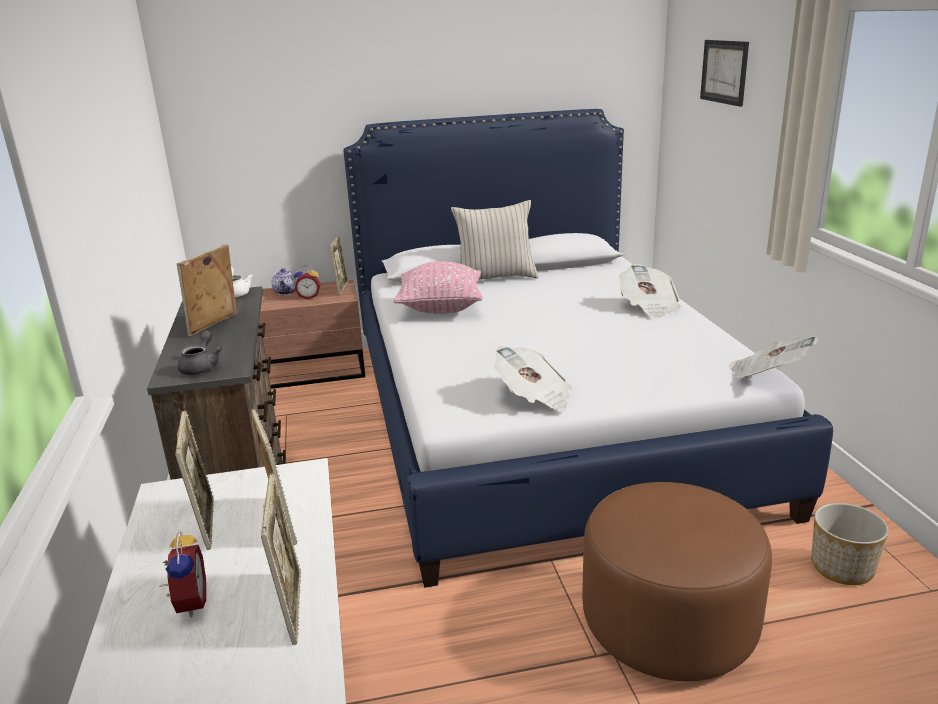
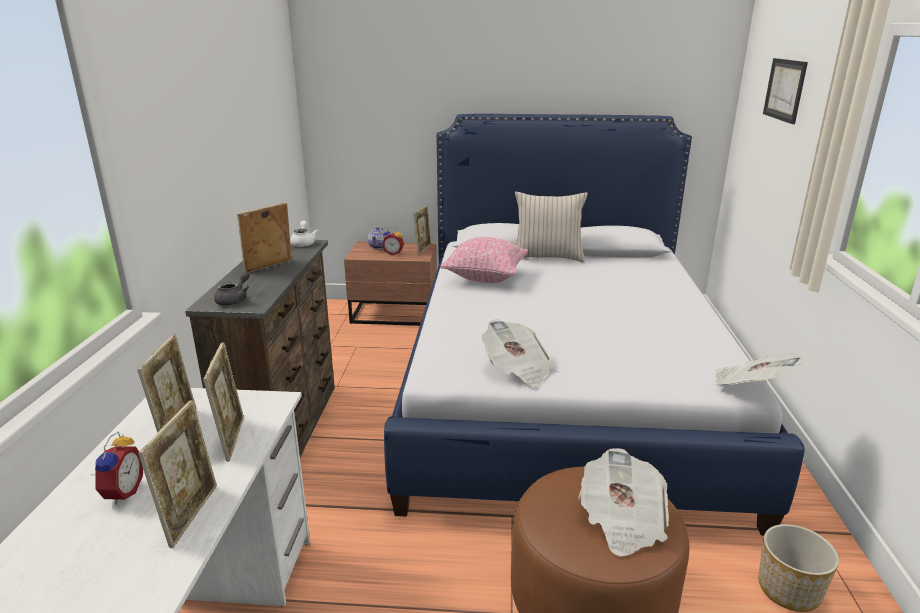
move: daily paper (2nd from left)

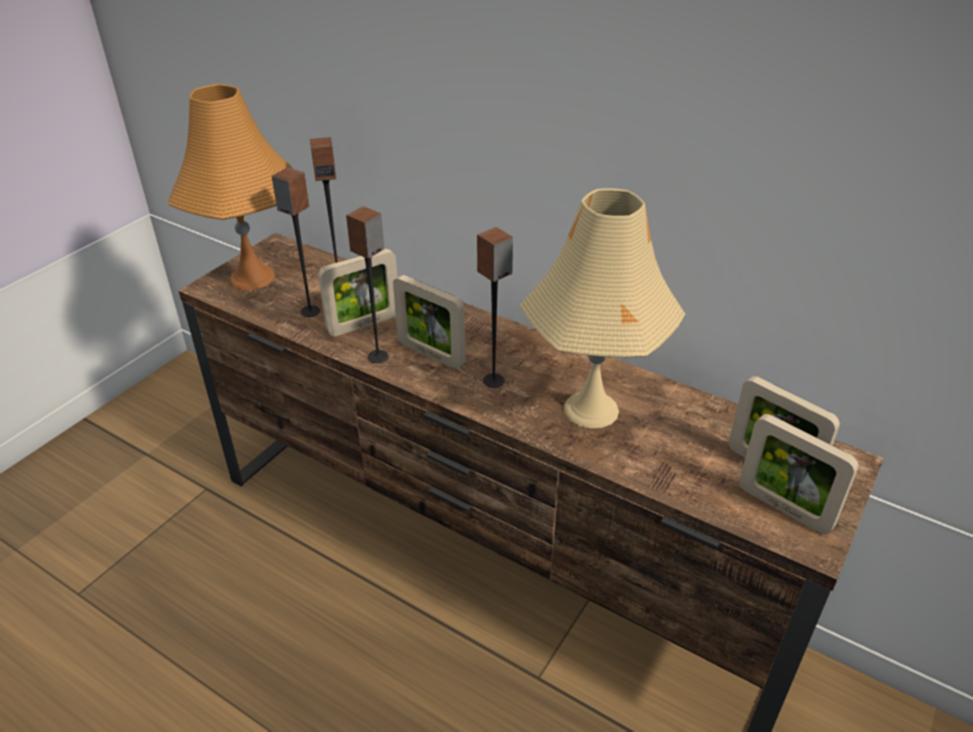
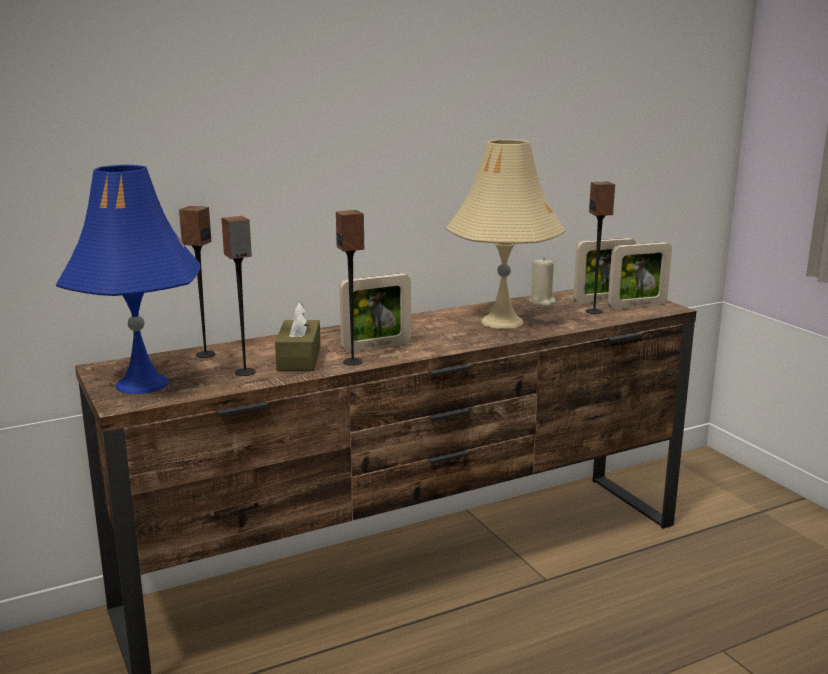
insert: beige candle
move: audio speaker (4th from left)
replace: picture frame (1st from left) to brown tissue holder
recolor: orange-coloured tabletop lamp to bluish tabletop lamp

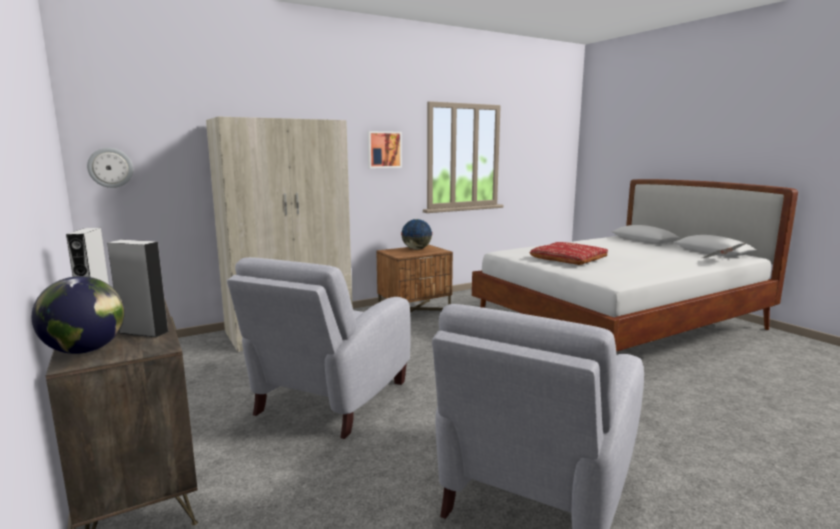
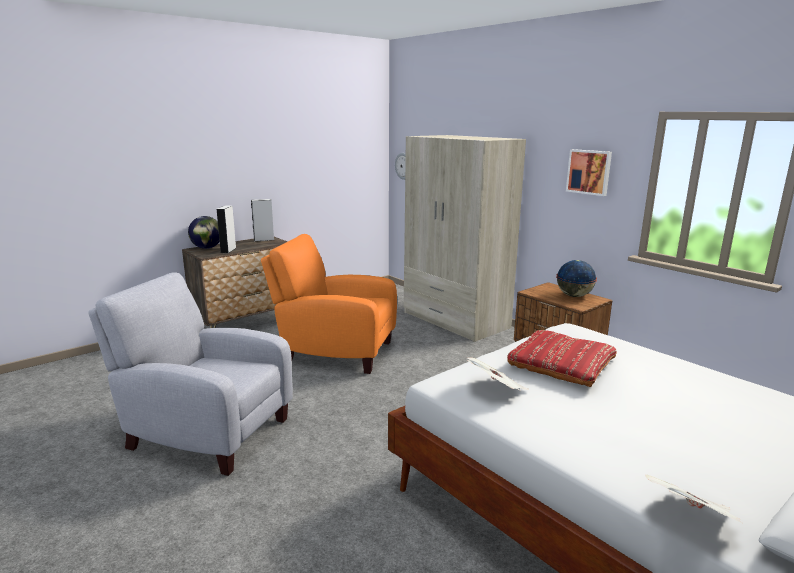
insert: daily paper (1st from left)
recolor: greyish armchair (1st from left) to orange-coloured armchair

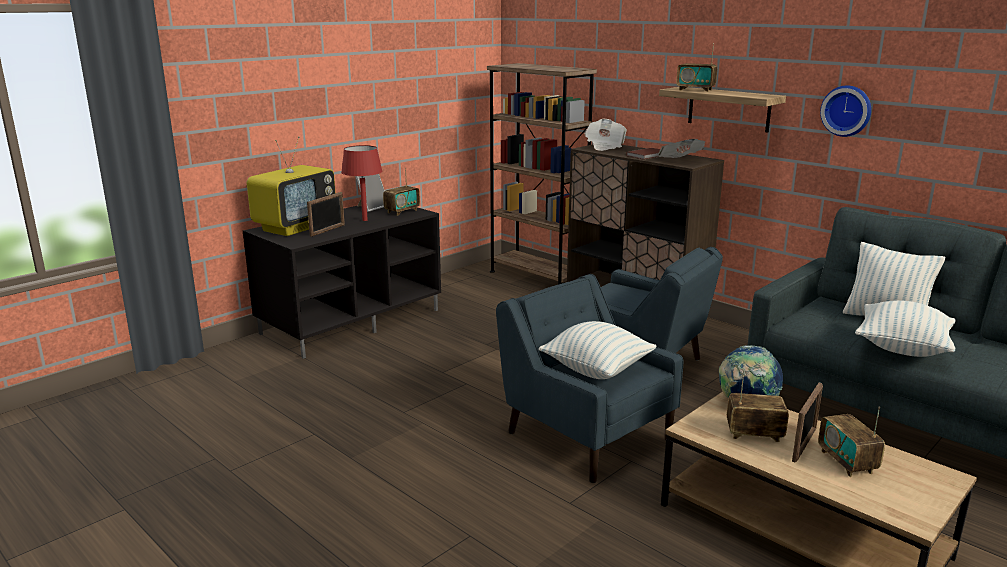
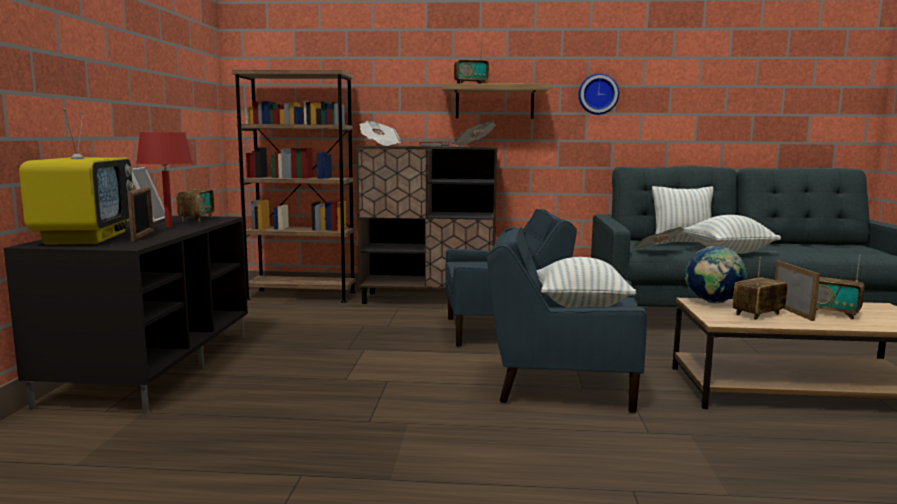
insert: daily paper (3rd from left)

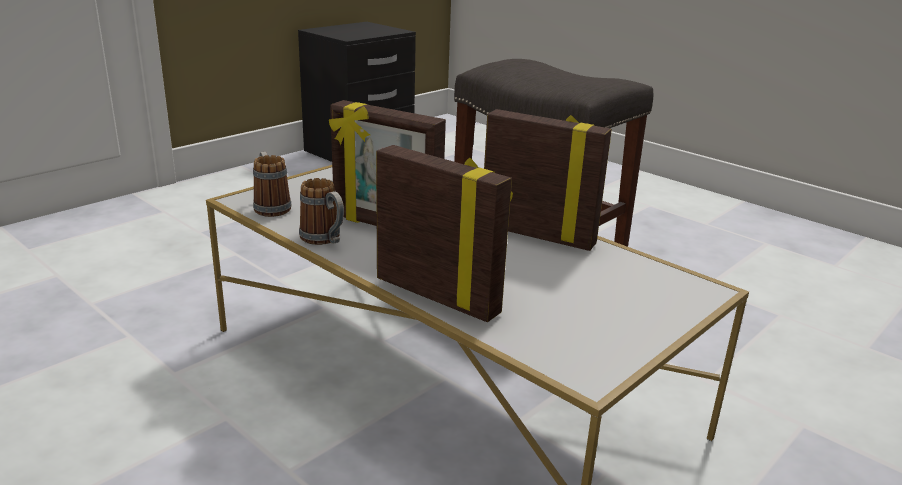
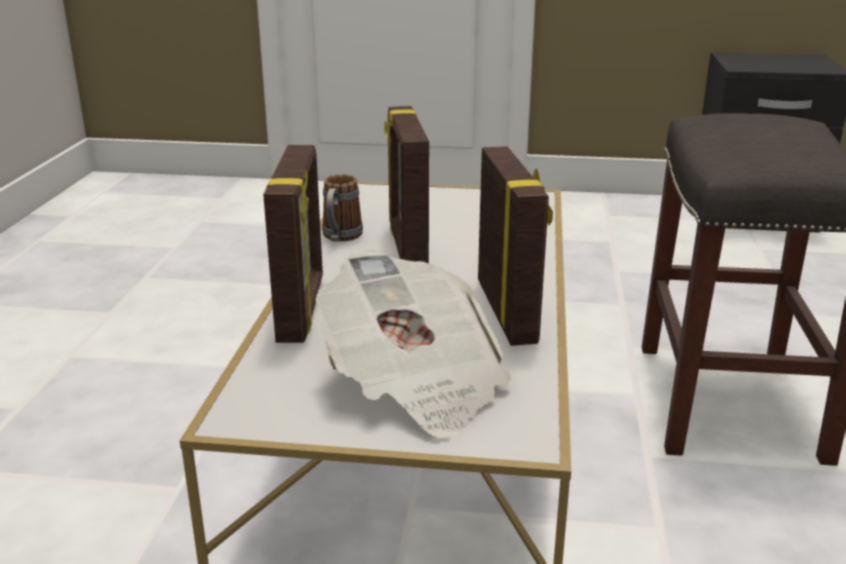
delete: tea mug (1st from left)
insert: daily paper

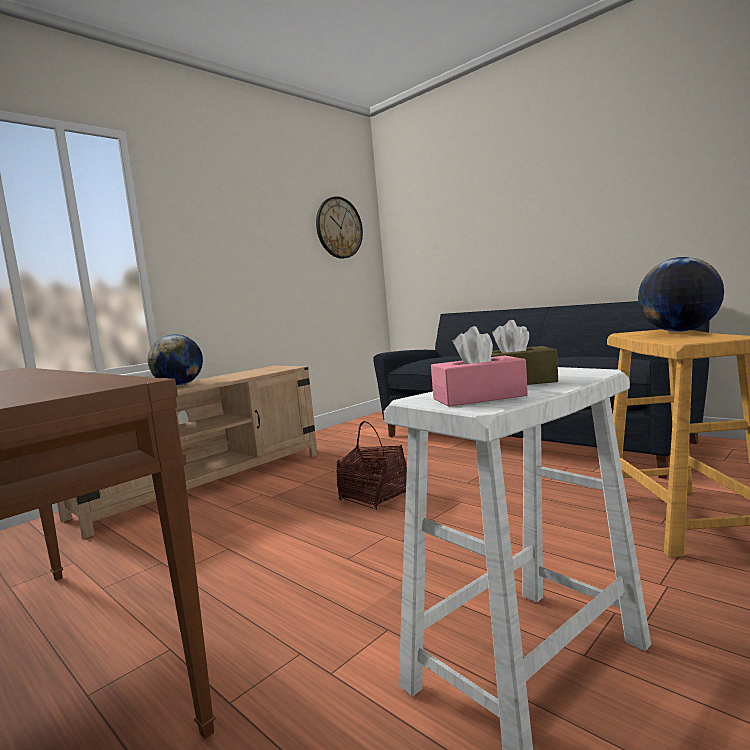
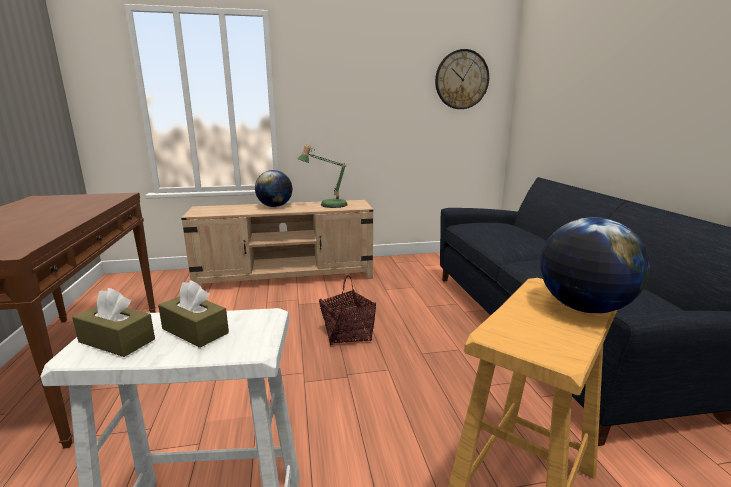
insert: tabletop lamp
recolor: pink tissue holder to brown tissue holder (1st from left)

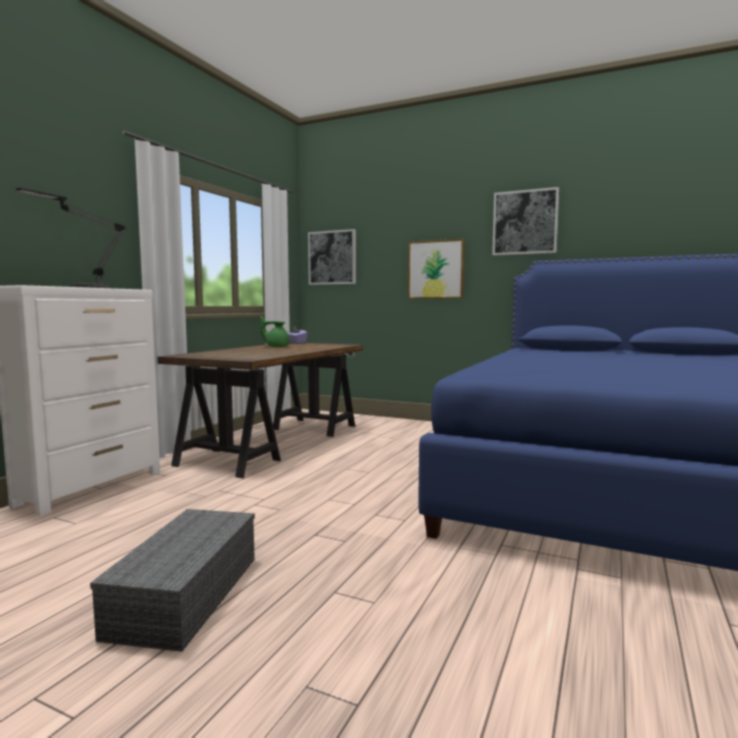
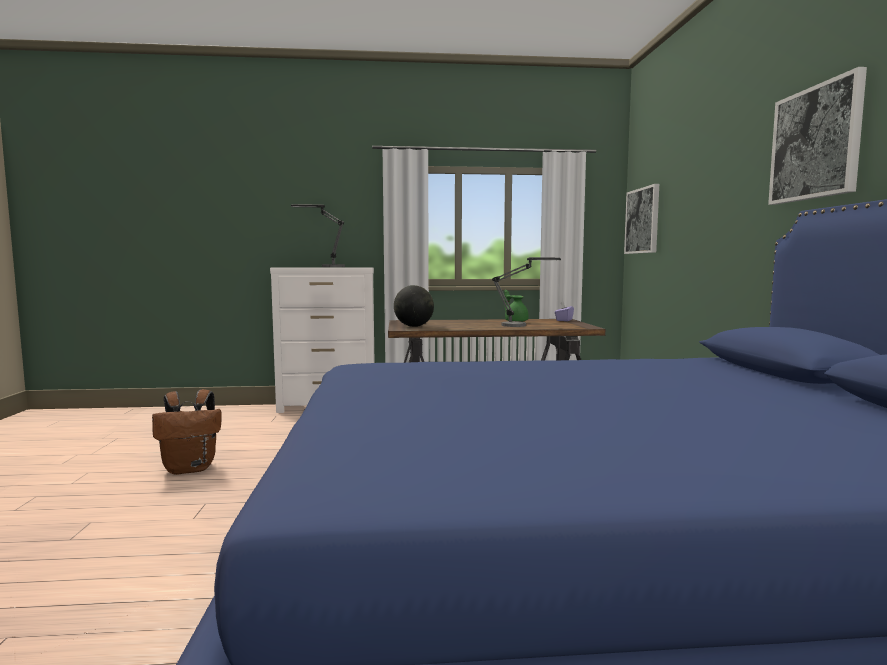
delete: wall picture (2nd from left)
insert: desk globe; tabletop lamp (2nd from left)
replace: greyish storage container to brown rucksack

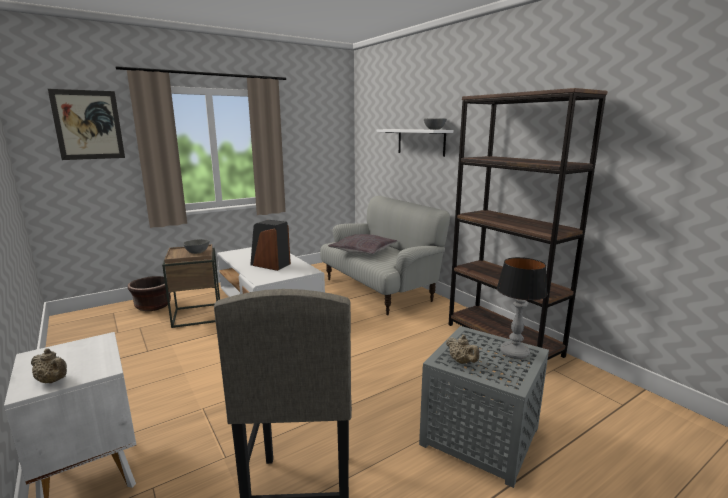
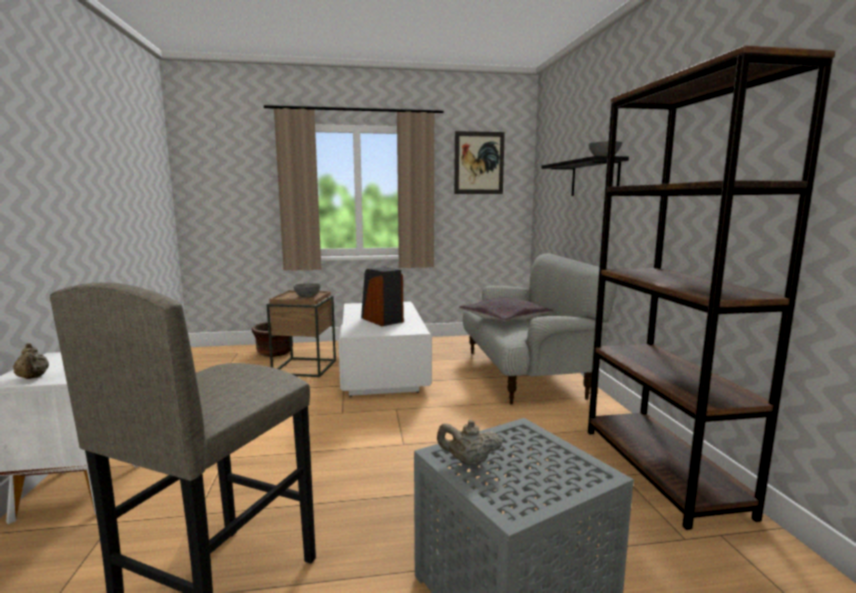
delete: tabletop lamp
move: wall picture
recolor: white-coloured wall shelf to black-coloured wall shelf
rotate: beige pot for tea (2nd from left) 105 degrees clockwise

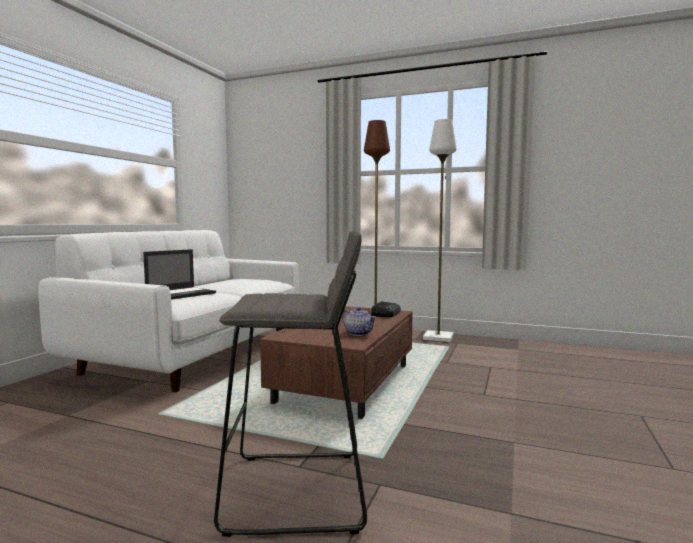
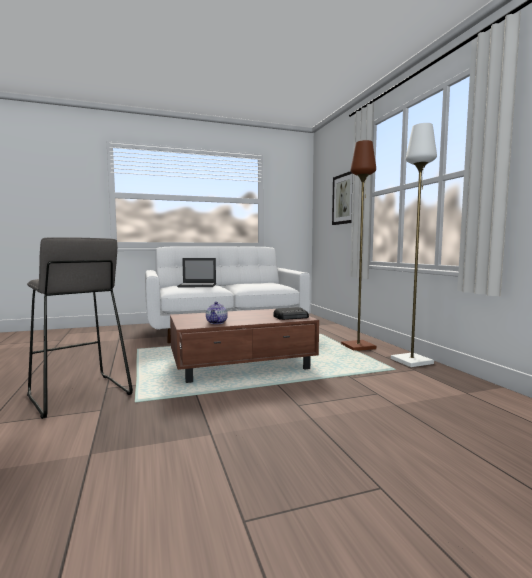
insert: wall picture

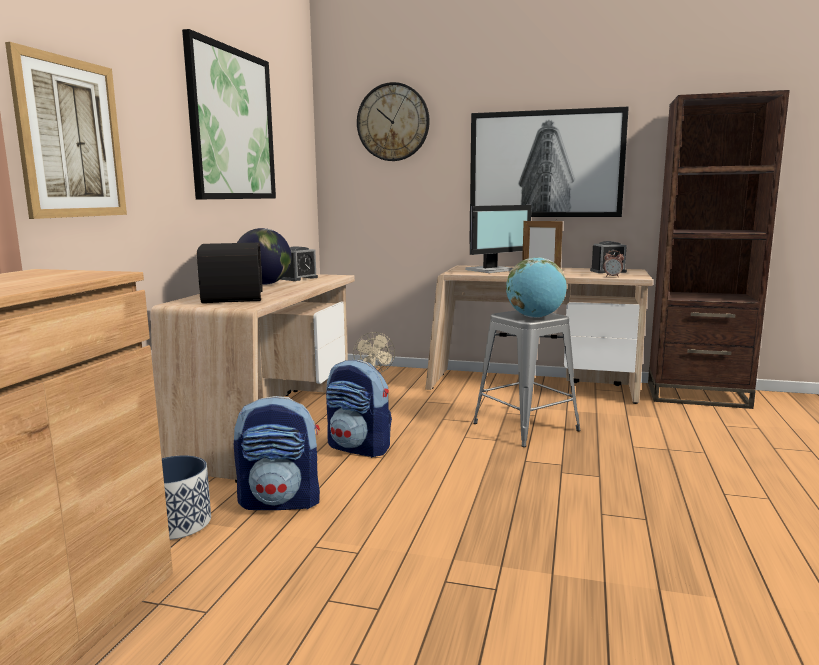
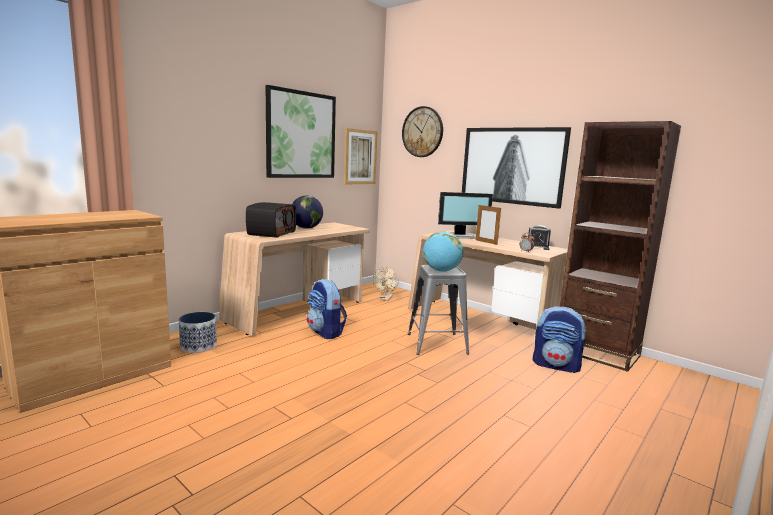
delete: alarm clock (1st from left)
move: wall picture (1st from left in the first image) to wall picture (2nd from left); rucksack (1st from left in the first image) to rucksack (2nd from left)

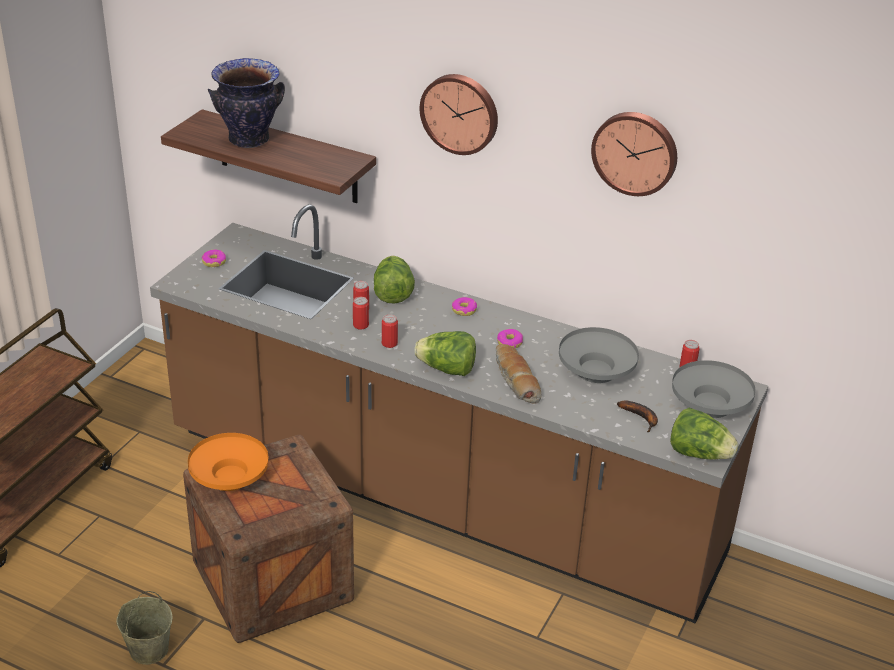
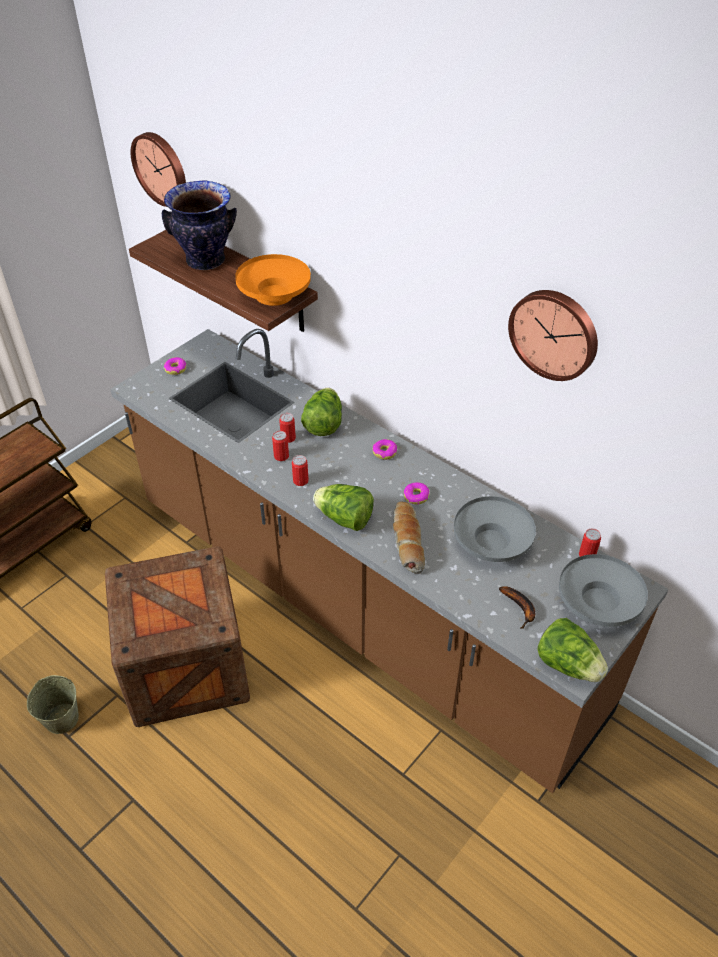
move: wall clock (1st from left); orange-coloured serving bowl

